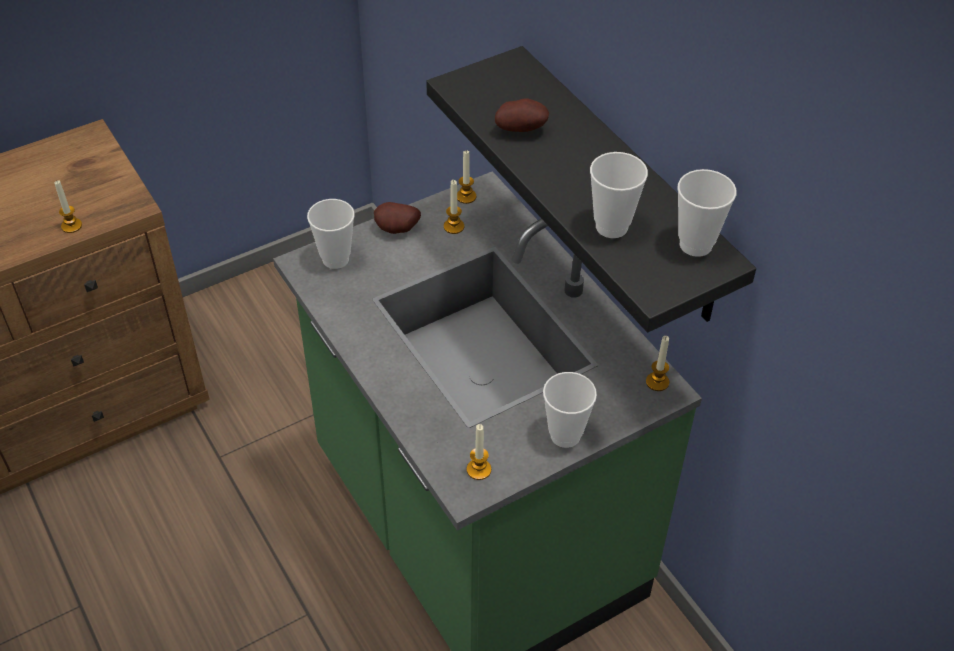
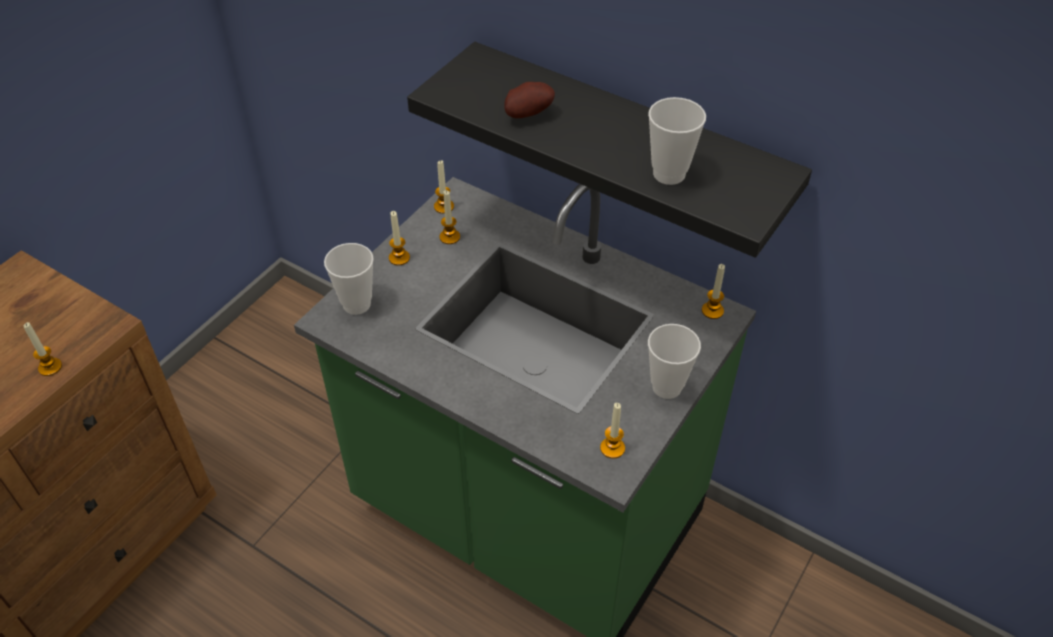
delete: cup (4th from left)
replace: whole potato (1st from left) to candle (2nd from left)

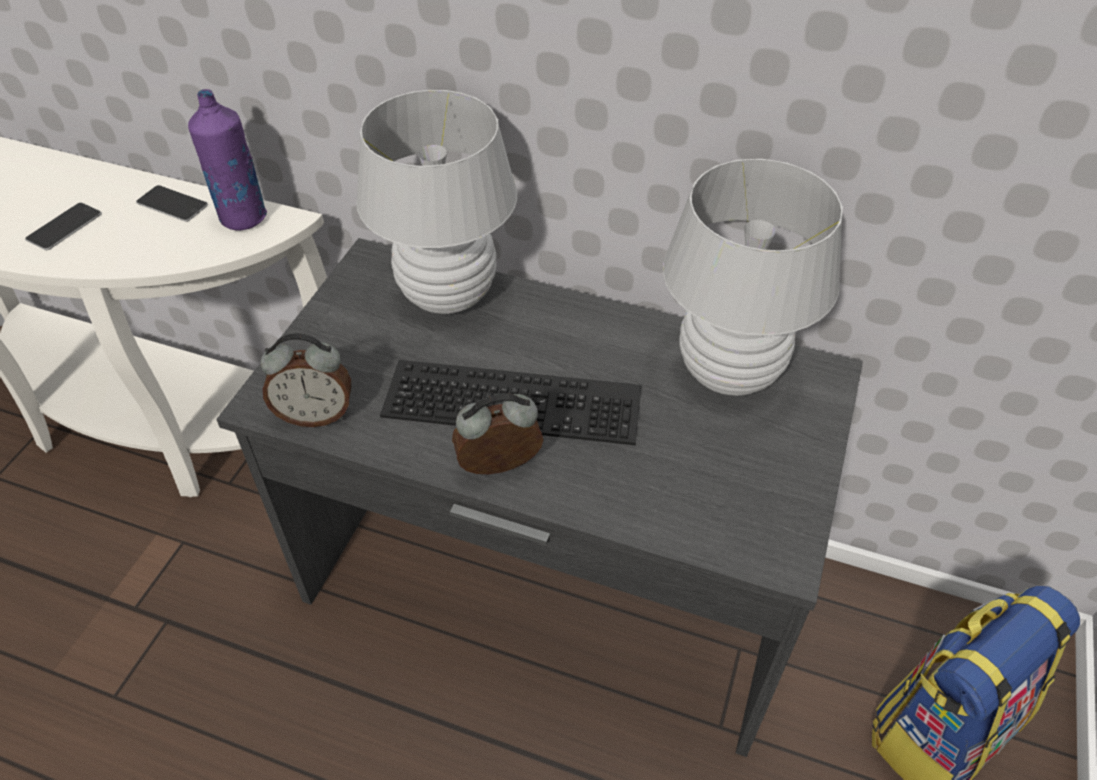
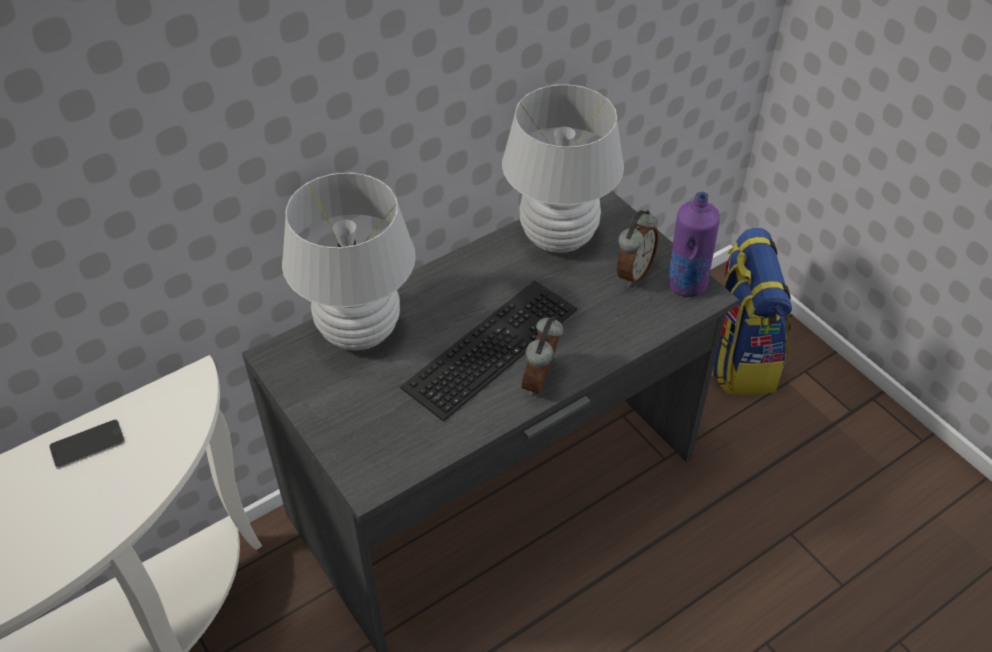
delete: phone (1st from left)
move: alarm clock (1st from left in the first image) to alarm clock (2nd from left); purplish beverage bottle

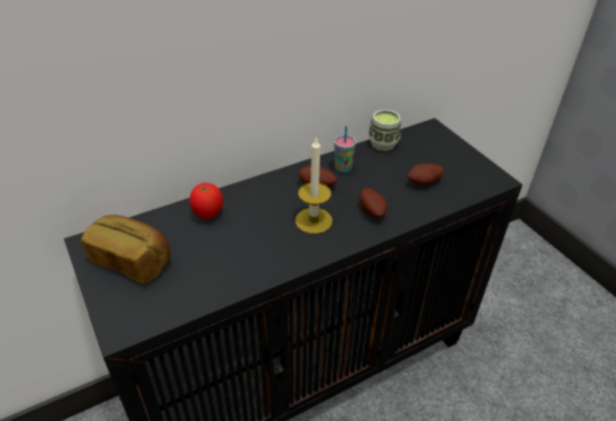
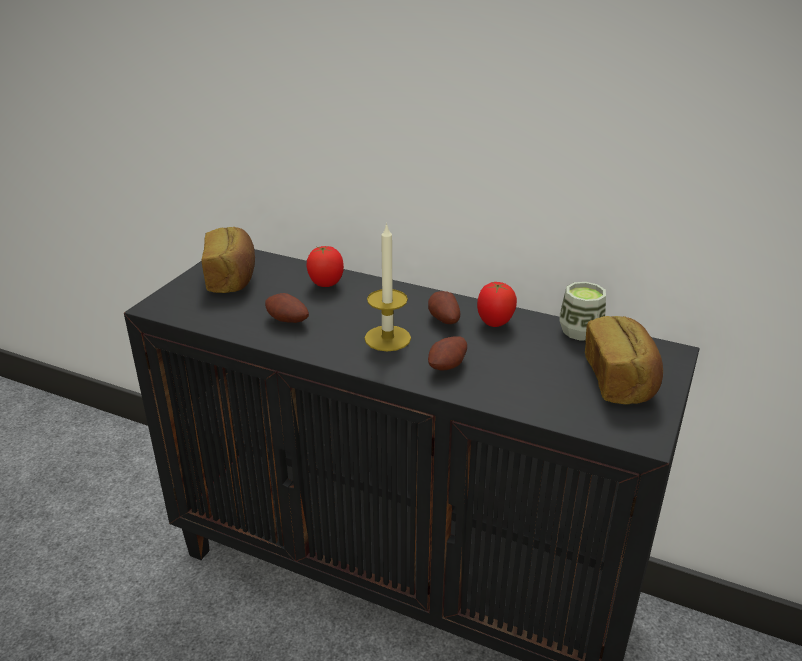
insert: bakery bread (2nd from left)
move: whole potato (3rd from left in the first image) to whole potato (1st from left)
replace: cup (1st from left) to fresh tomato (2nd from left)

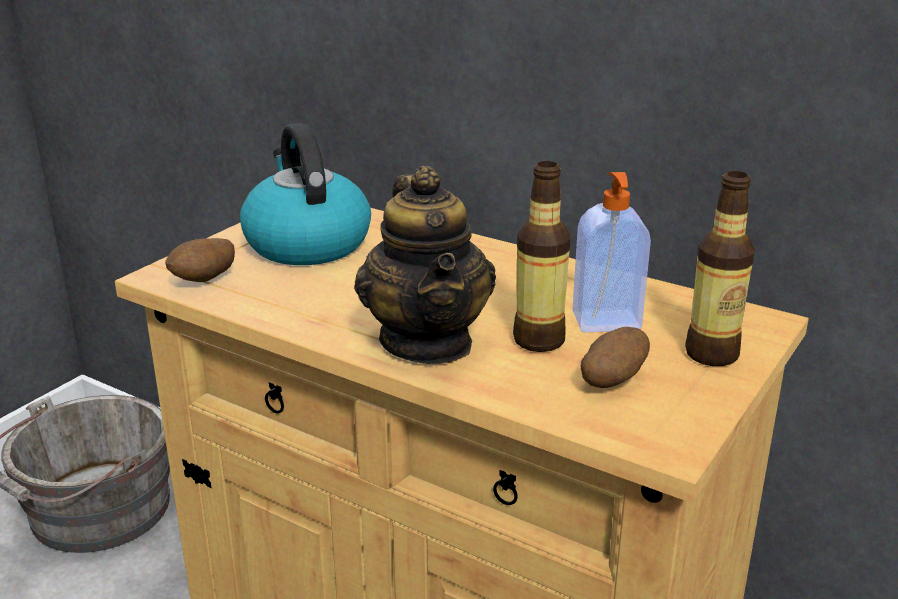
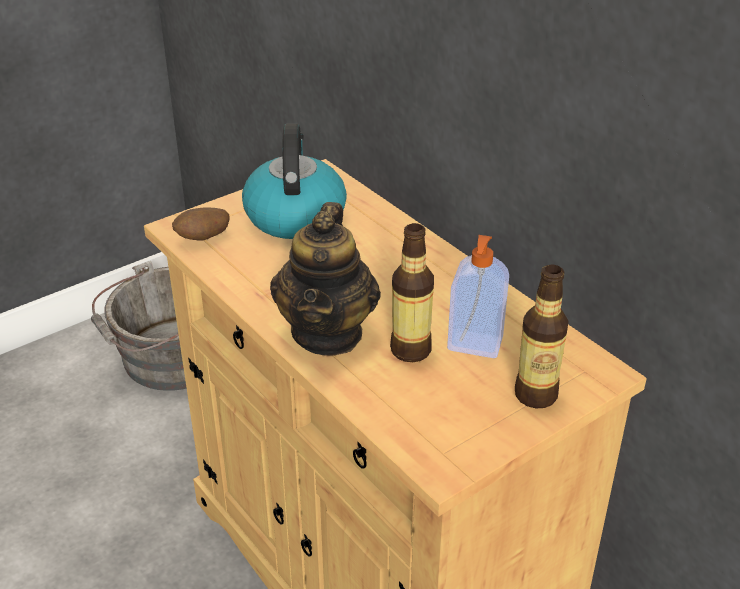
delete: whole potato (2nd from left)

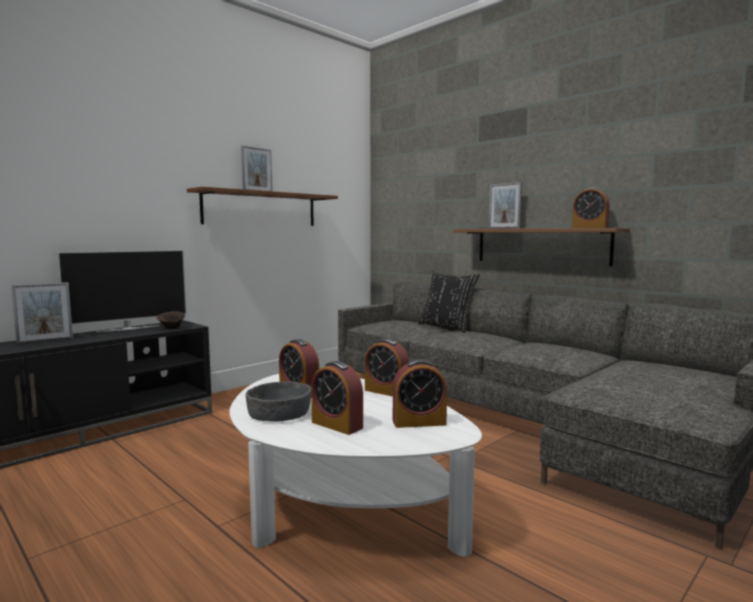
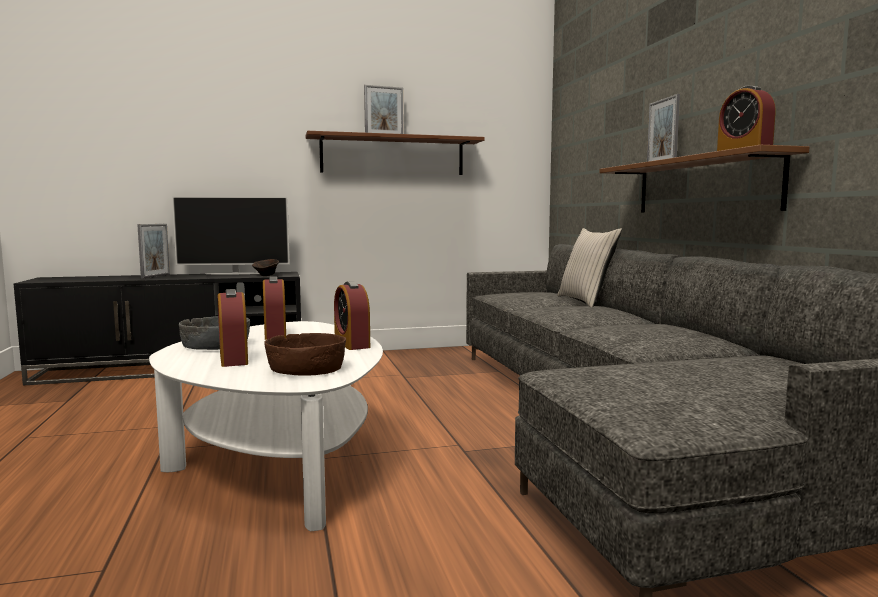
replace: alarm clock (4th from left) to brown serving bowl (2nd from left)
recolor: black-coloured pillow to beige pillow
rotate: picture frame (1st from left) 75 degrees counterclockwise

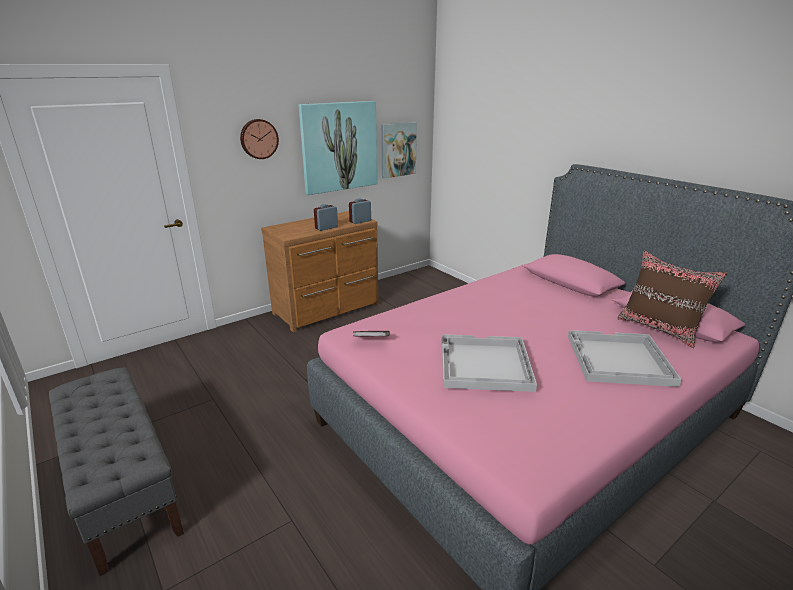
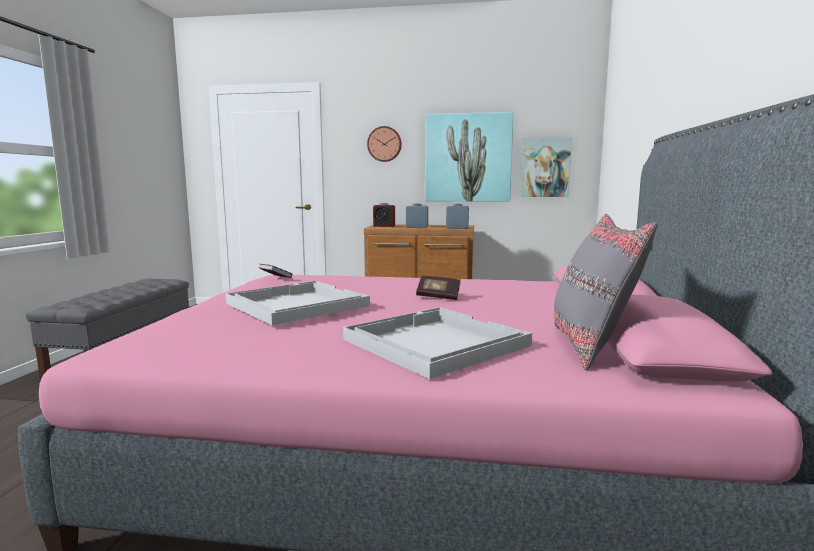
insert: alarm clock (1st from left); book (2nd from left)
recolor: brown pillow to greyish pillow

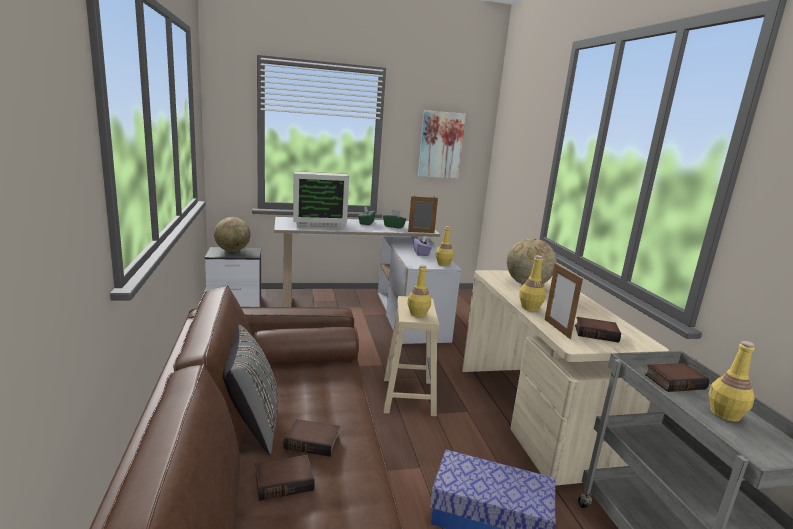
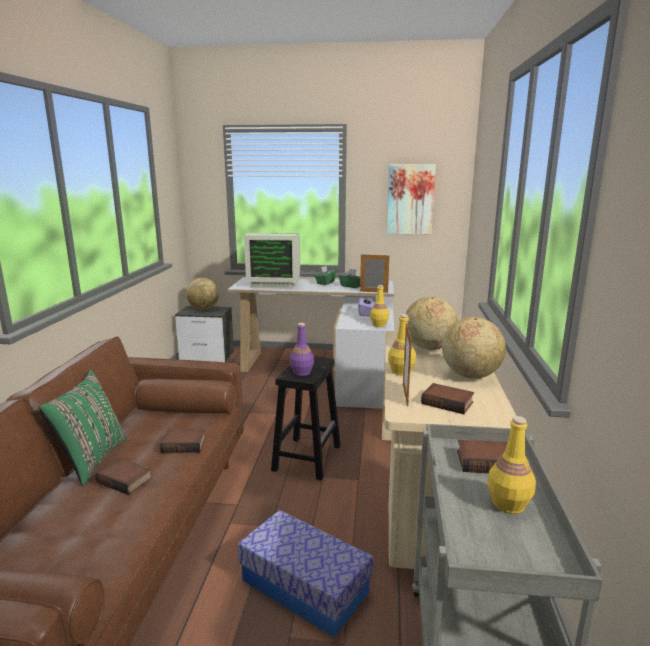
insert: desk globe (3rd from left)
move: book (1st from left in the first image) to book (2nd from left)
recolor: greyish pillow to green pillow; beige sitting stool to black-coloured sitting stool; yellowish beverage bottle (1st from left) to purplish beverage bottle

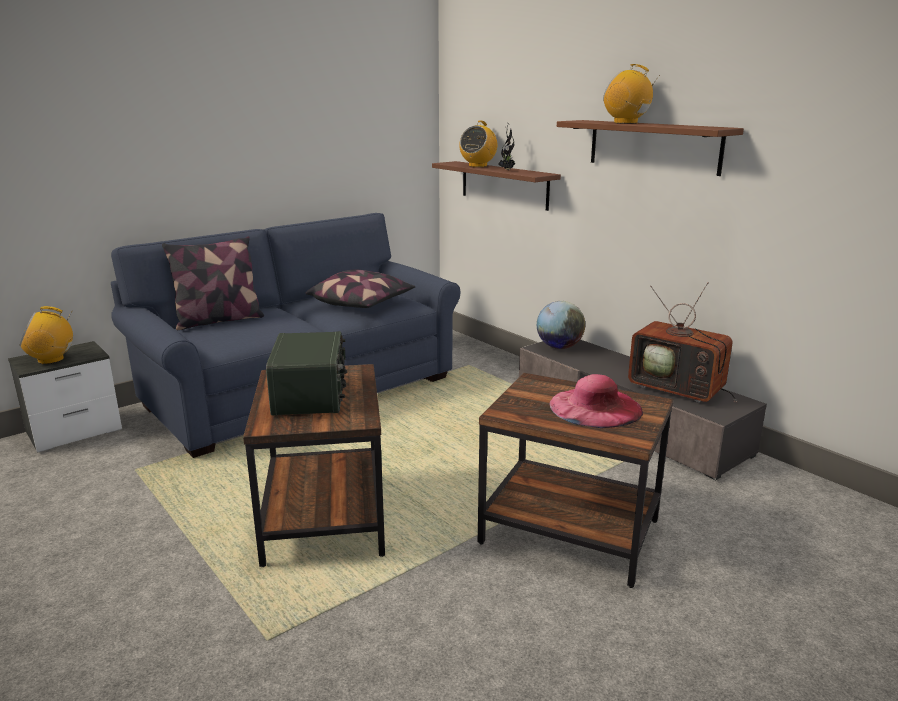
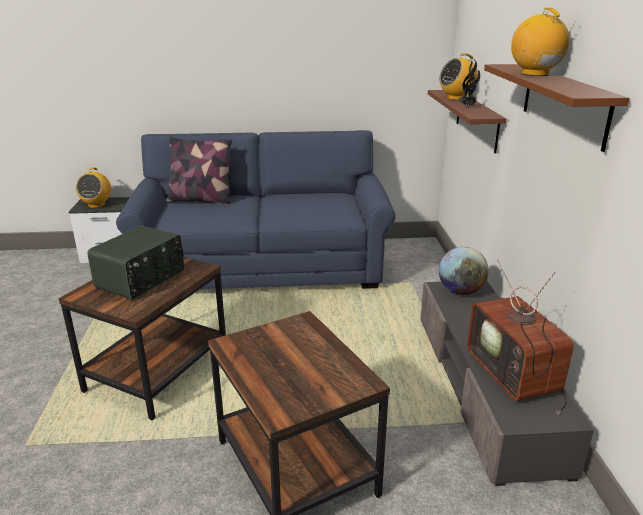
delete: pillow (2nd from left); pink wearable hat
rotate: radio set (1st from left) 105 degrees counterclockwise

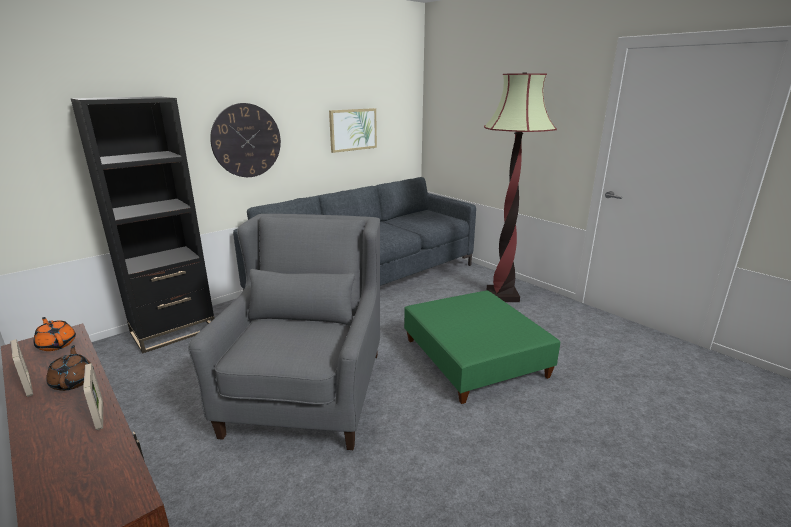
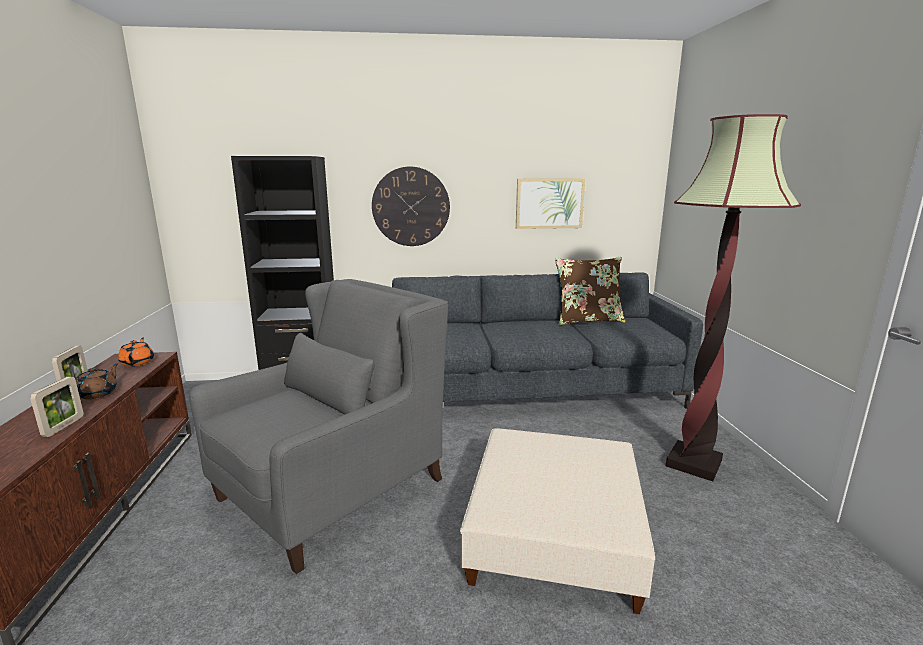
insert: brown pillow
recolor: green footrest to beige footrest

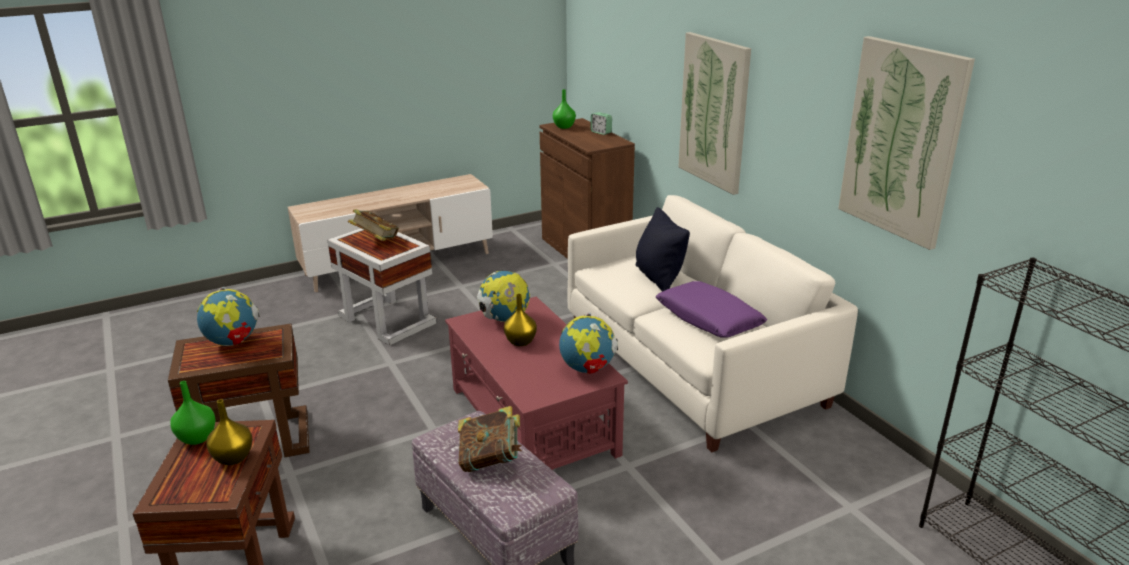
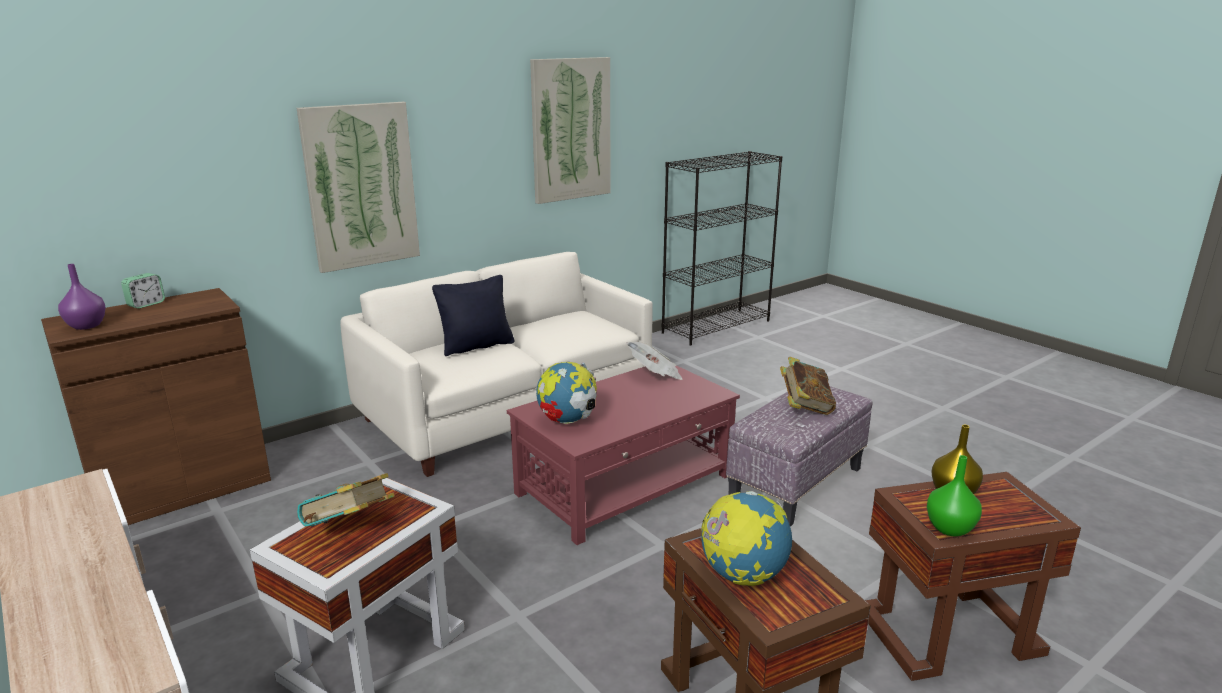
delete: yellowish vase (2nd from left); purplish pillow
replace: desk globe (3rd from left) to daily paper
recolor: green vase (2nd from left) to purplish vase

